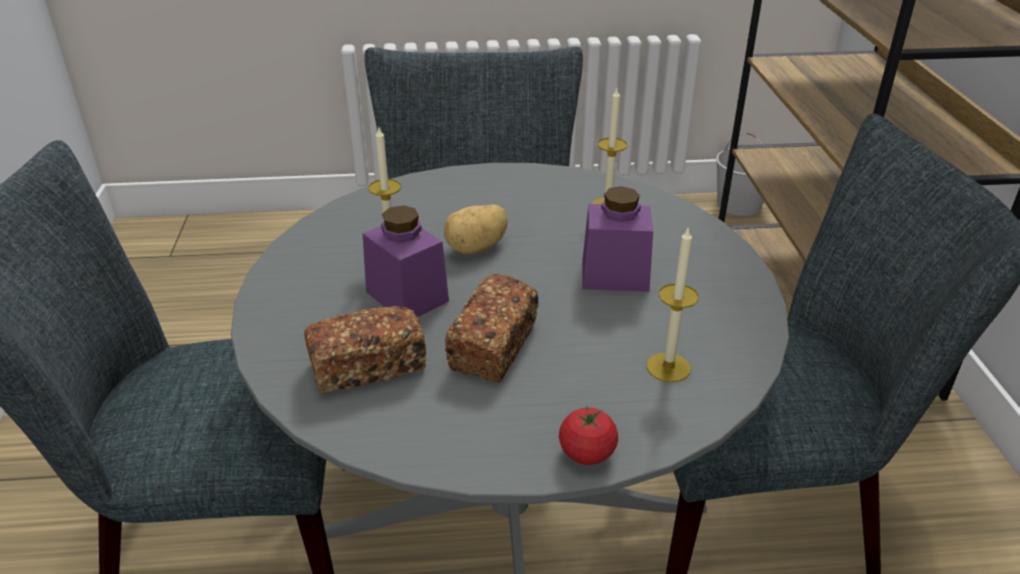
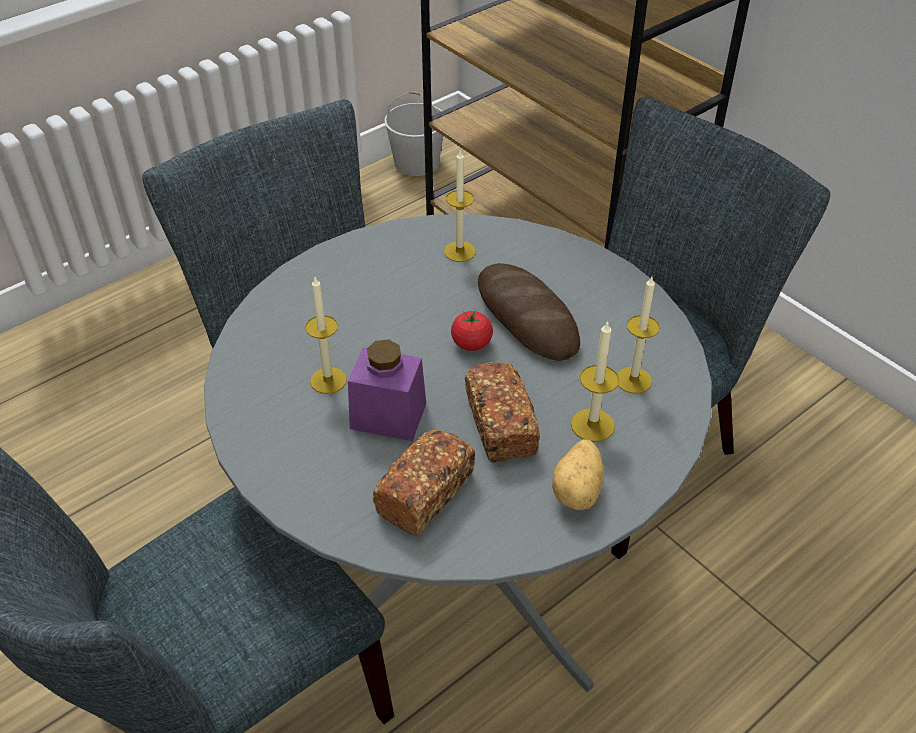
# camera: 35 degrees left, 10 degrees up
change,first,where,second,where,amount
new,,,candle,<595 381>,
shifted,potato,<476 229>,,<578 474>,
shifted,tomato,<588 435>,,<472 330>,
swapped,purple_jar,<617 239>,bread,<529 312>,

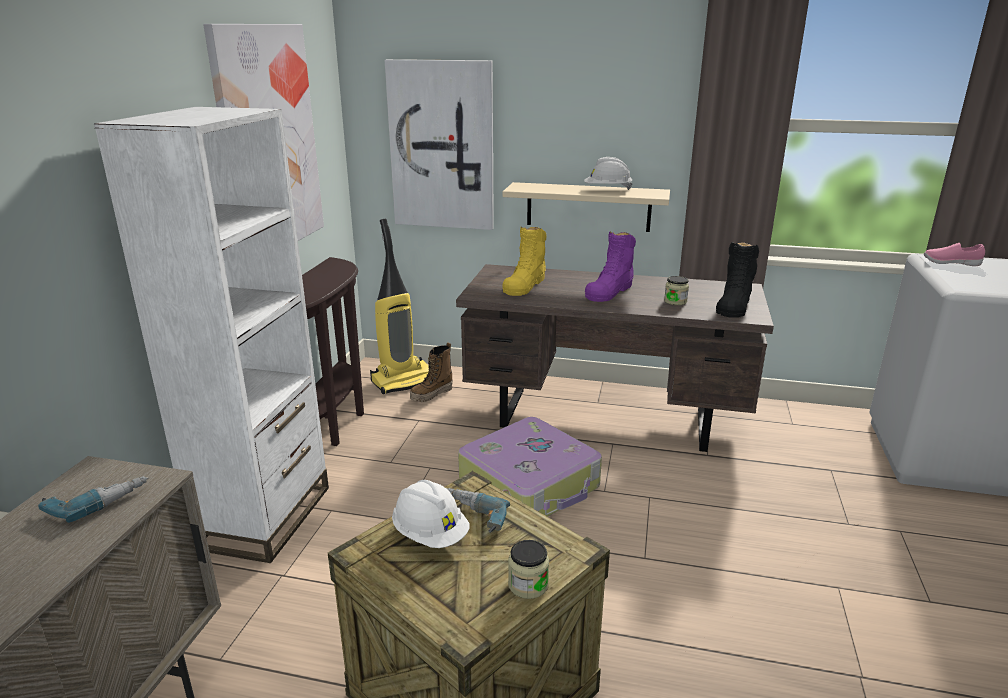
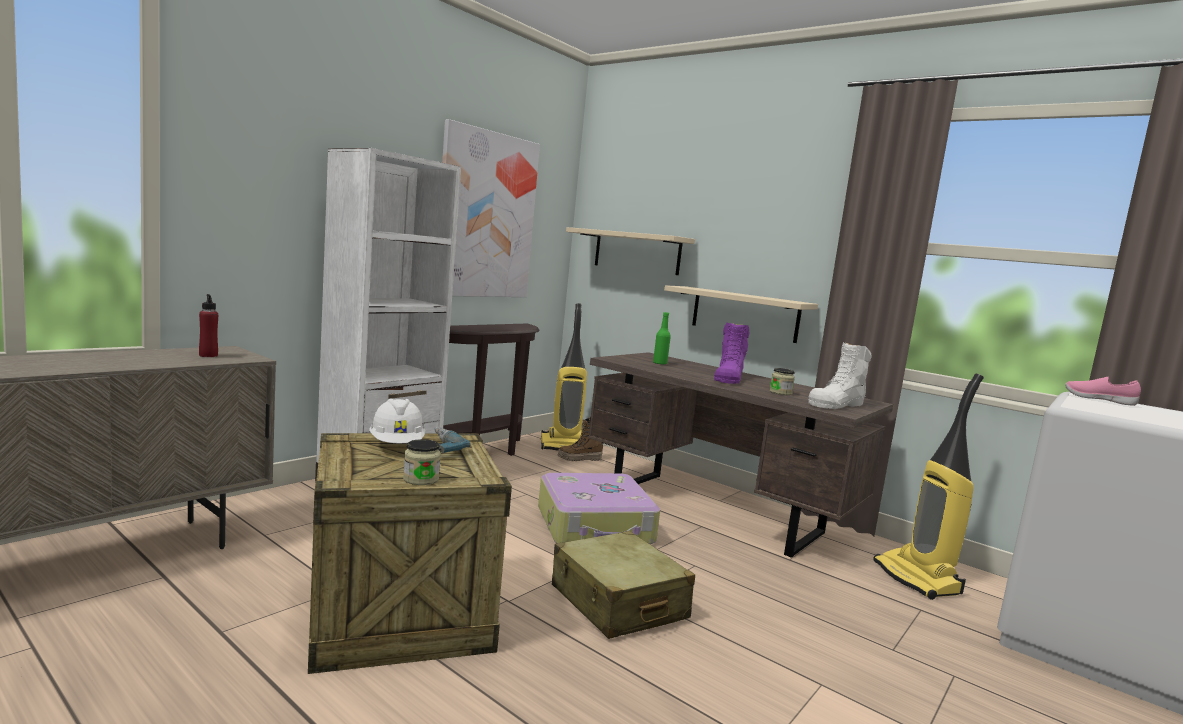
# camera: 25 degrees right, 15 degrees down
change,first,where,second,where,amount
gone,white_hard_hat,<608 173>,,,
new,,,beige_suitcase,<623 585>,
new,,,vacuum_cleaner,<929 487>,
swapped,power_drill,<93 499>,red_bottle,<208 325>,
swapped,picture,<439 144>,beige_shelf,<630 251>,
swapped,yellow_boot,<524 261>,green_bottle,<662 338>,
repainted,black_boot,<737 280>,white_boot,<840 375>,
rotated,purple_boot,<610 266>,,<731 353>,45 degrees counterclockwise

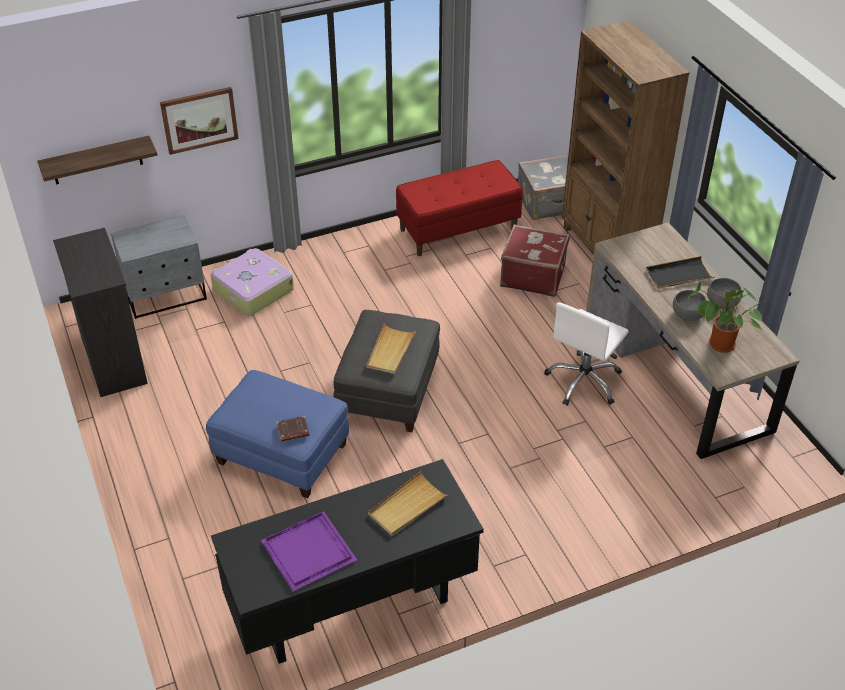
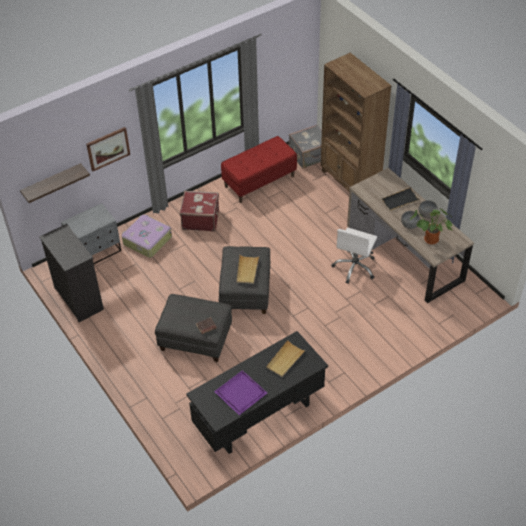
# camera: 10 degrees left, 5 degrees up
change,first,where,second,where,amount
shifted,red_suitcase,<535 260>,,<199 211>,
repainted,blue_ottoman,<277 434>,grey_ottoman,<193 328>,

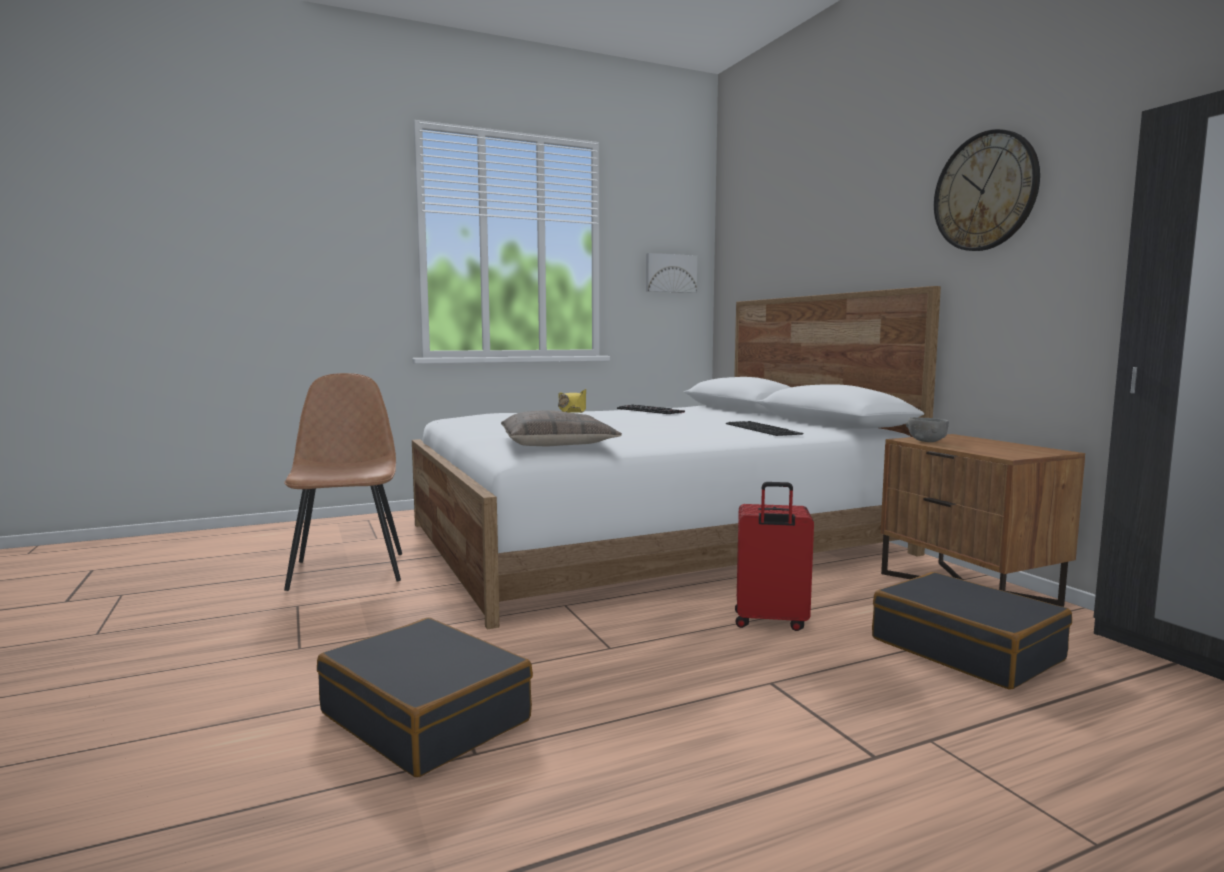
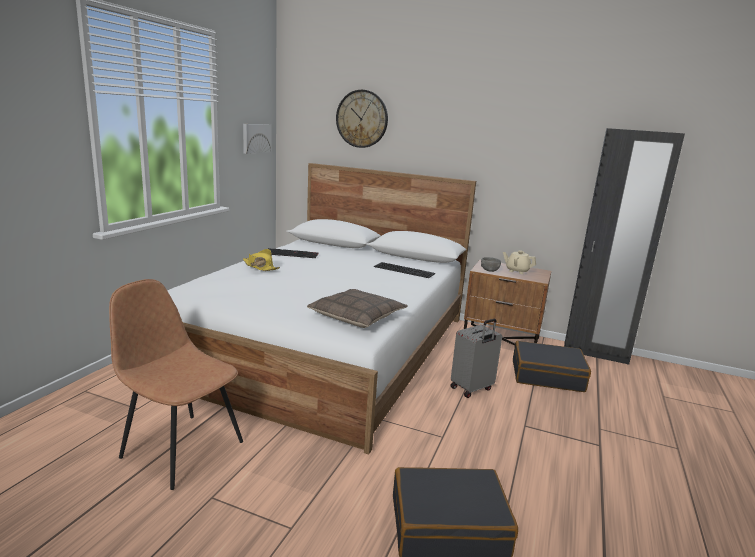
# camera: 45 degrees left, 10 degrees up
change,first,where,second,where,amount
new,,,beige_teapot,<519 262>,
shifted,wall_clock,<987 190>,,<362 119>,
repainted,red_suitcase,<774 556>,grey_suitcase,<476 358>,

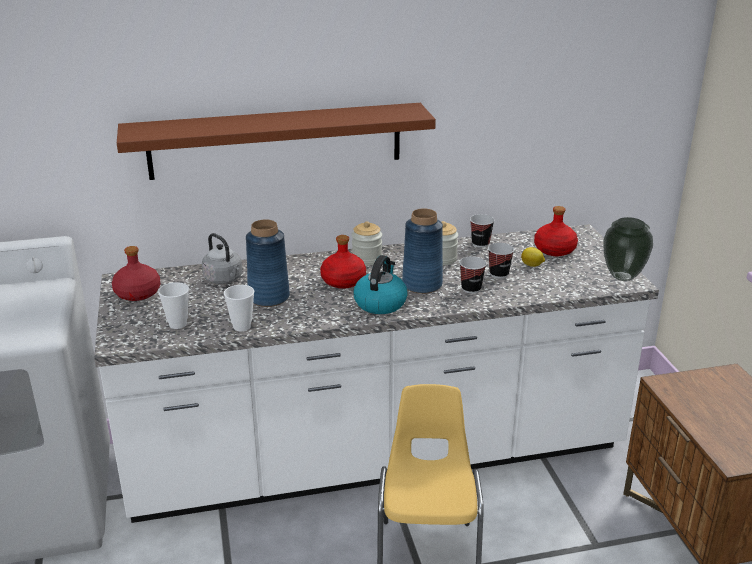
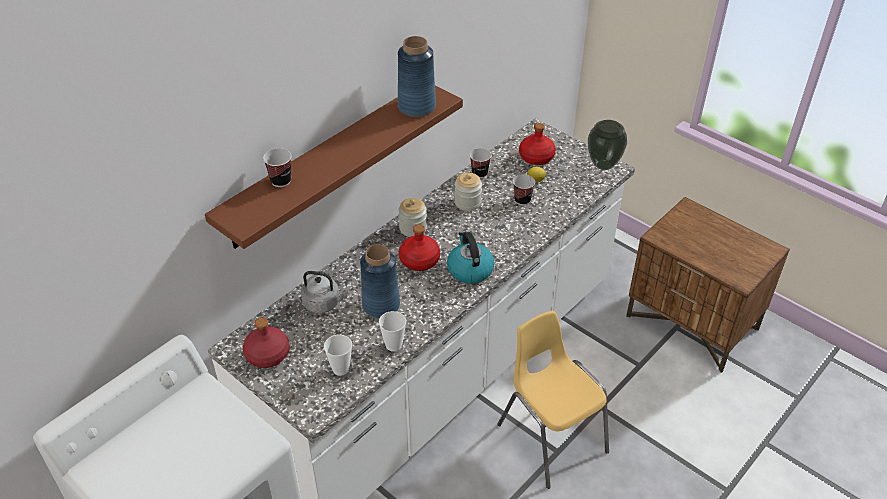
# camera: 35 degrees left, 15 degrees up
change,first,where,second,where,amount
shifted,blue_vase,<422 251>,,<417 76>,
shifted,cup,<473 275>,,<277 167>,

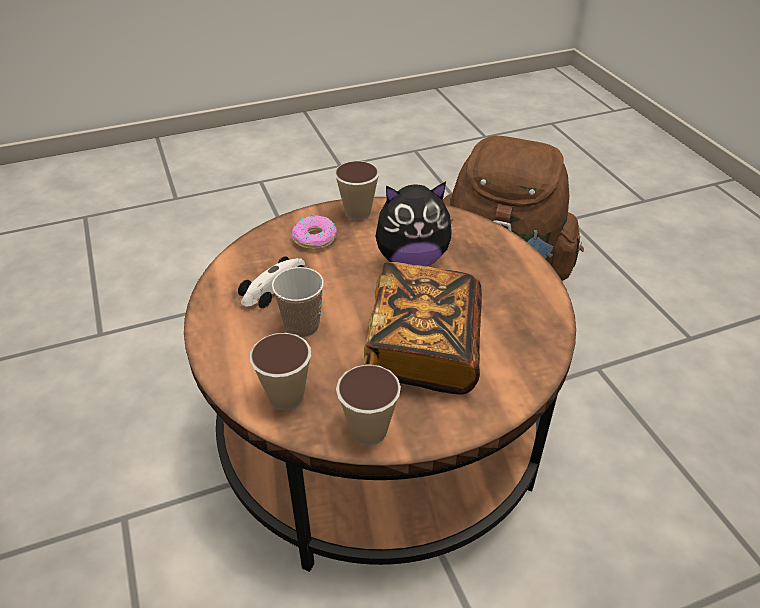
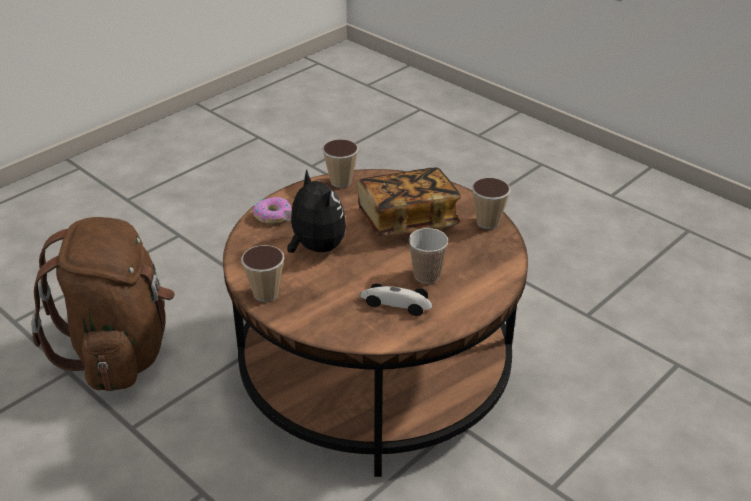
# camera: 115 degrees left, 5 degrees down
change,first,where,second,where,amount
shifted,cup,<280 371>,,<340 163>,
shifted,donut,<314 232>,,<272 210>,

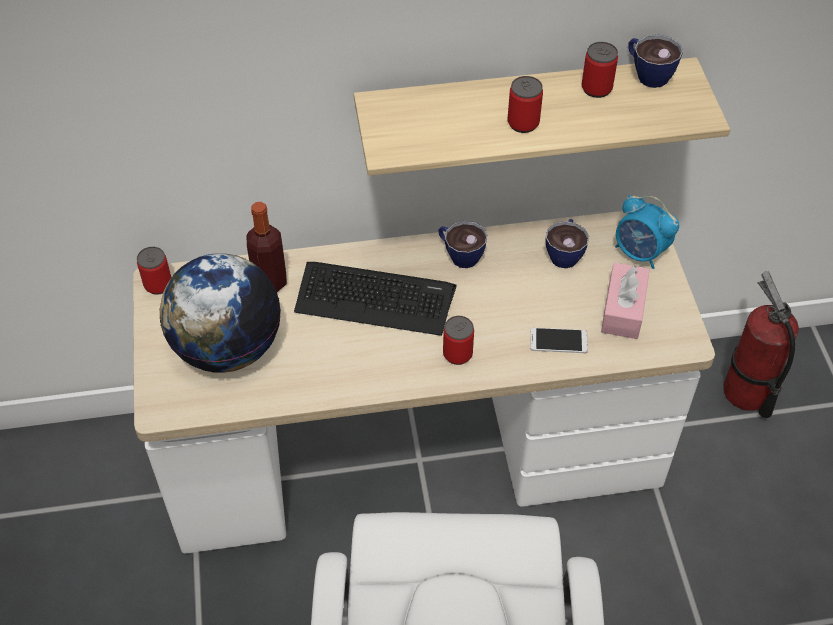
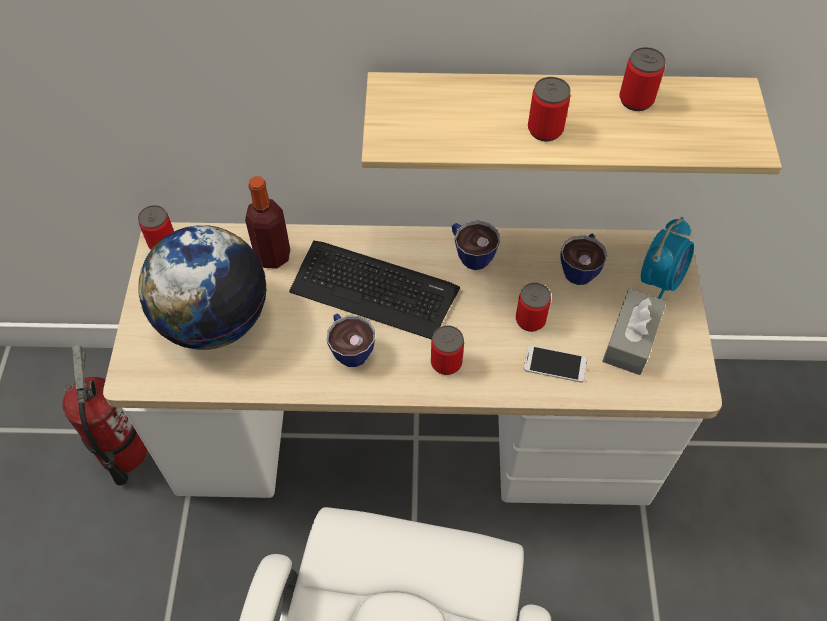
# camera: 10 degrees right, 5 degrees up
change,first,where,second,where,amount
new,,,can,<533 307>,
shifted,cup,<655 61>,,<351 340>,
shifted,fire_extinguisher,<761 344>,,<105 415>,
repainted,pink_tissue_box,<625 301>,grey_tissue_box,<634 332>,
rotated,alarm_clock,<647 232>,,<667 258>,105 degrees counterclockwise

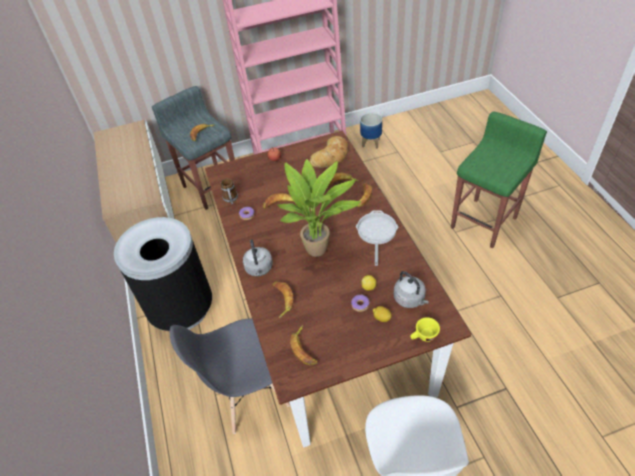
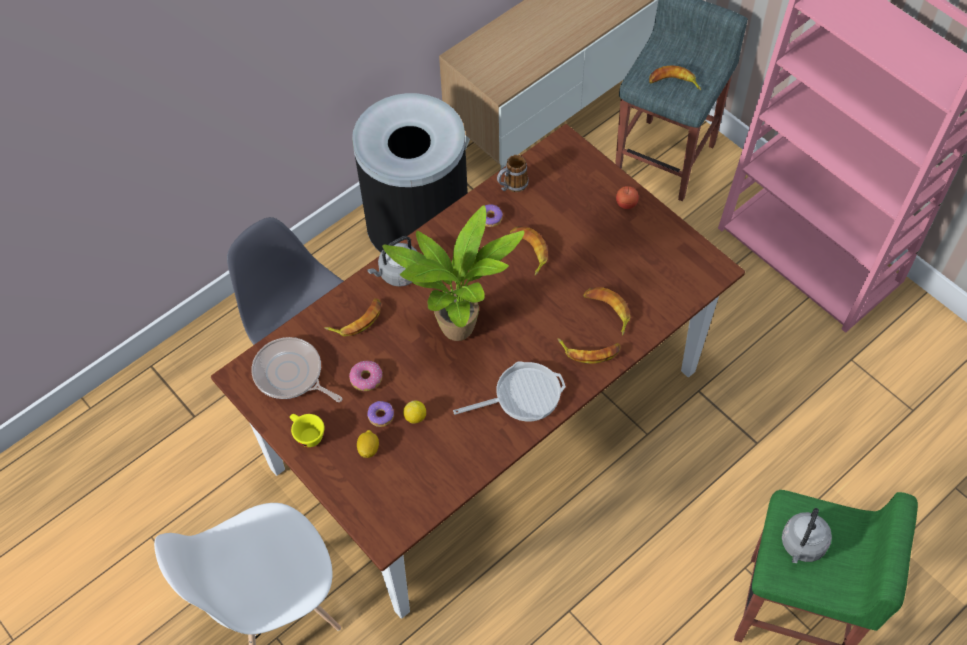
# camera: 65 degrees right, 10 degrees up
change,first,where,second,where,amount
gone,bread,<329 152>,,,
gone,planter,<371 130>,,,
new,,,donut,<365 376>,
shifted,grey_kettle,<411 289>,,<807 535>,
shifted,yellow_cup,<425 329>,,<307 430>,
swapped,banana,<304 345>,frying_pan,<296 369>,

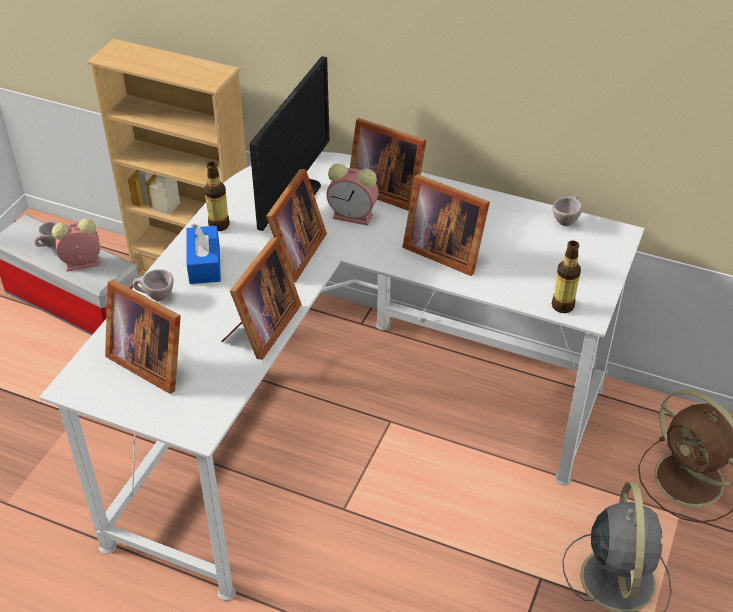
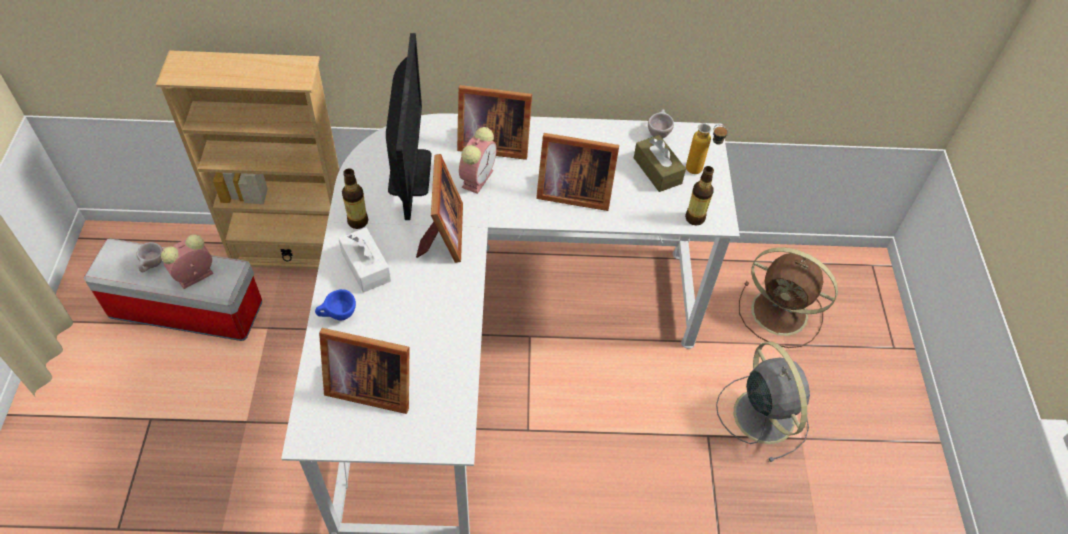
# camera: 25 degrees left, 10 degrees up
change,first,where,second,where,amount
gone,picture_frame,<262 298>,,,
new,,,brown_tissue_box,<660 163>,
new,,,bottle,<707 149>,
repainted,beige_cup,<153 285>,blue_cup,<335 304>,
repainted,blue_tissue_box,<203 254>,white_tissue_box,<364 260>,
rotated,alarm_clock,<352 195>,,<478 160>,60 degrees counterclockwise

